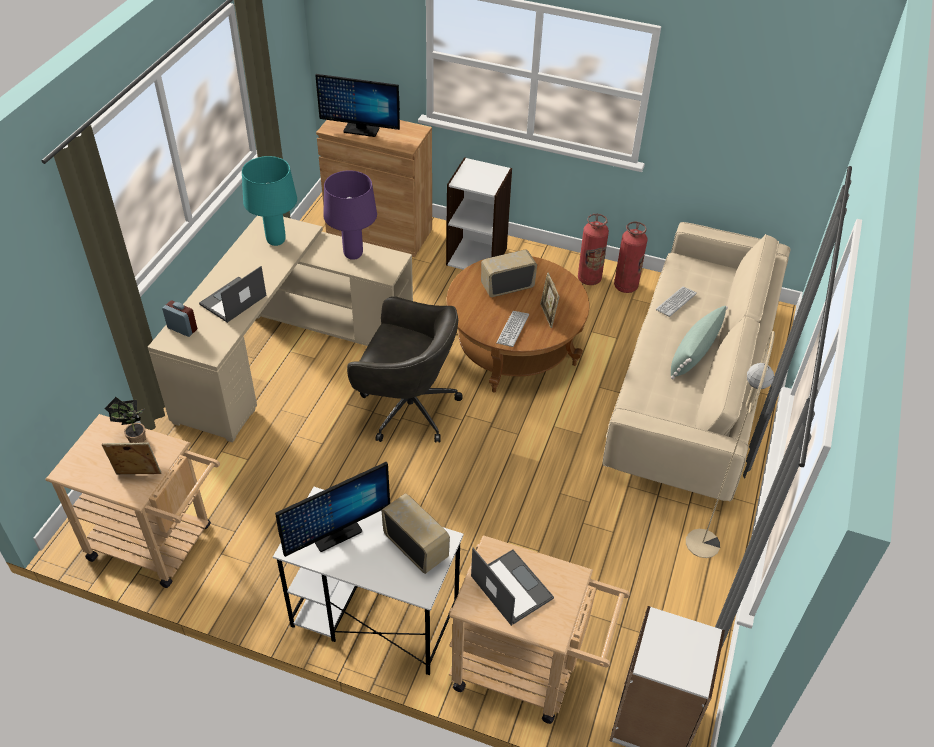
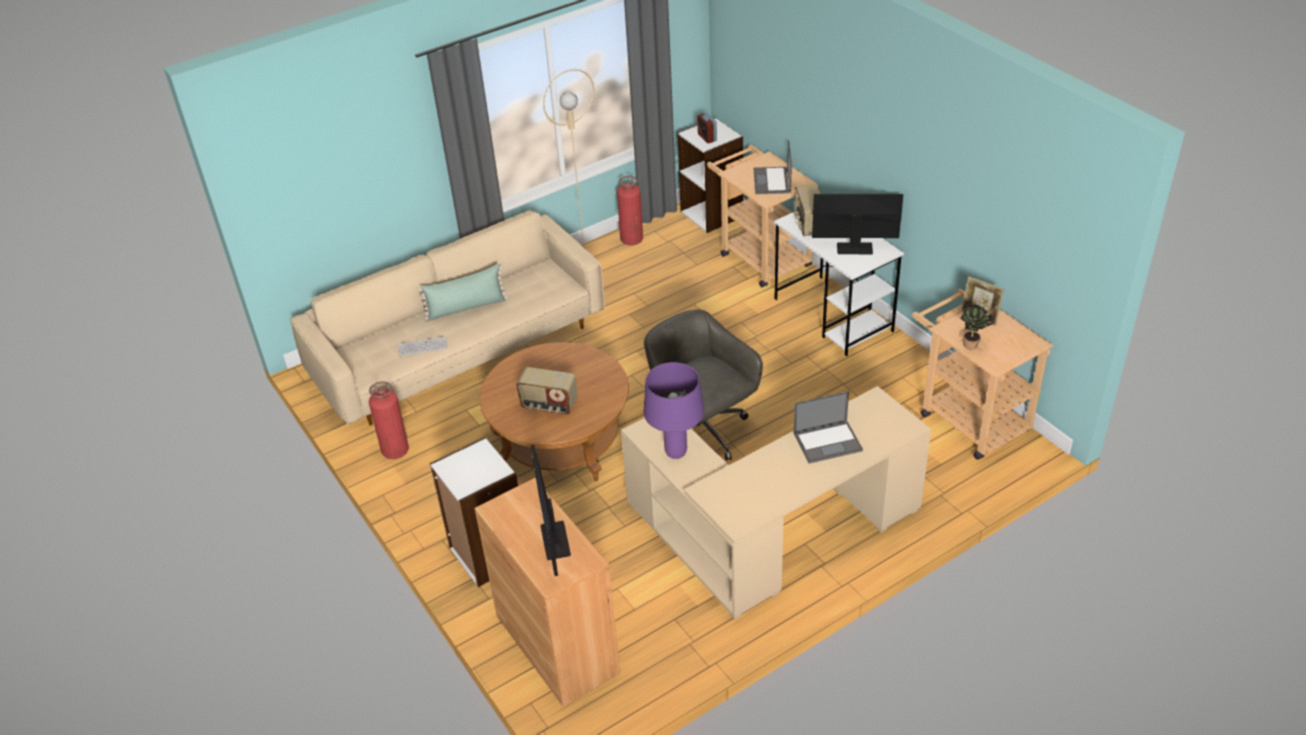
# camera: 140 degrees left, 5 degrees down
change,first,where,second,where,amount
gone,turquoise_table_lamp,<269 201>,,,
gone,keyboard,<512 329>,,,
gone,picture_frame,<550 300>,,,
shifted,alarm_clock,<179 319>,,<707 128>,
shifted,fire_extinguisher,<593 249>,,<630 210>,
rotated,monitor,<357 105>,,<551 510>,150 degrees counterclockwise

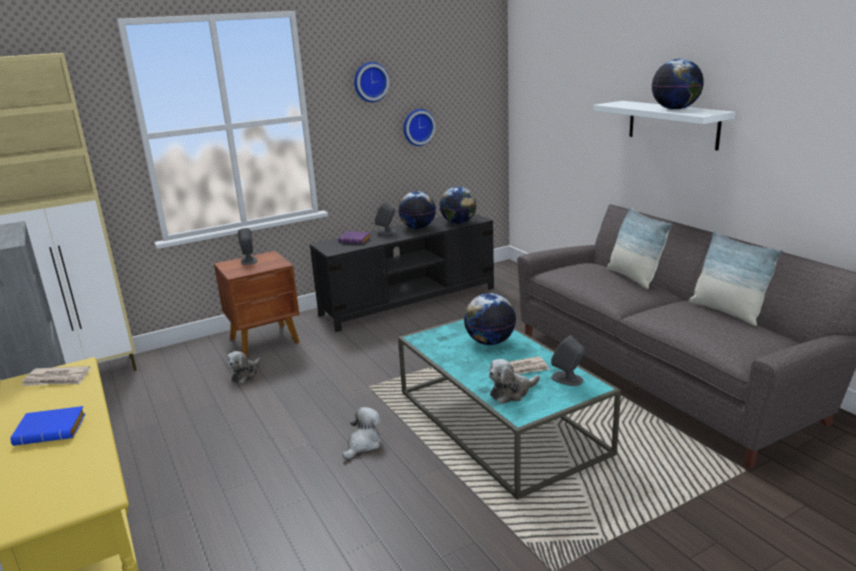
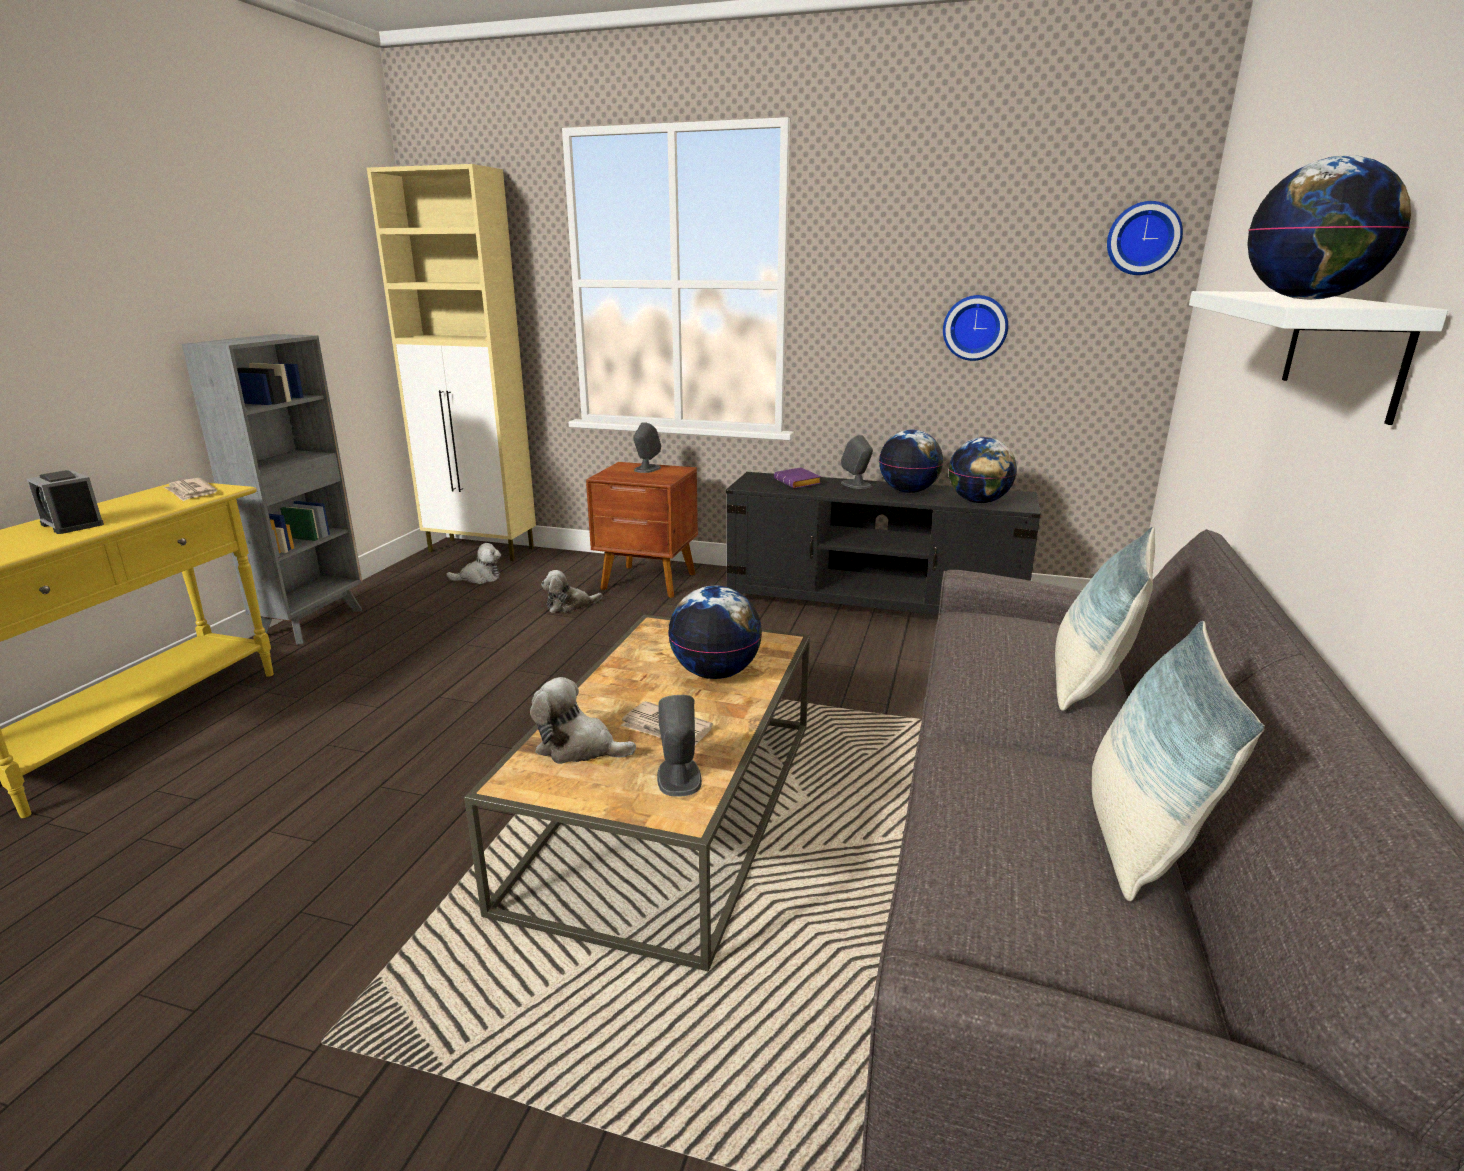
# camera: 45 degrees right, 0 degrees up
change,first,where,second,where,amount
shifted,plush_toy,<362 433>,,<473 563>,
shifted,wall_clock,<372 82>,,<1145 238>,
swapped,blue_book,<48 426>,alarm_clock,<65 502>,
repainted,turquoise_coffee_table,<509 409>,brown_coffee_table,<637 793>,

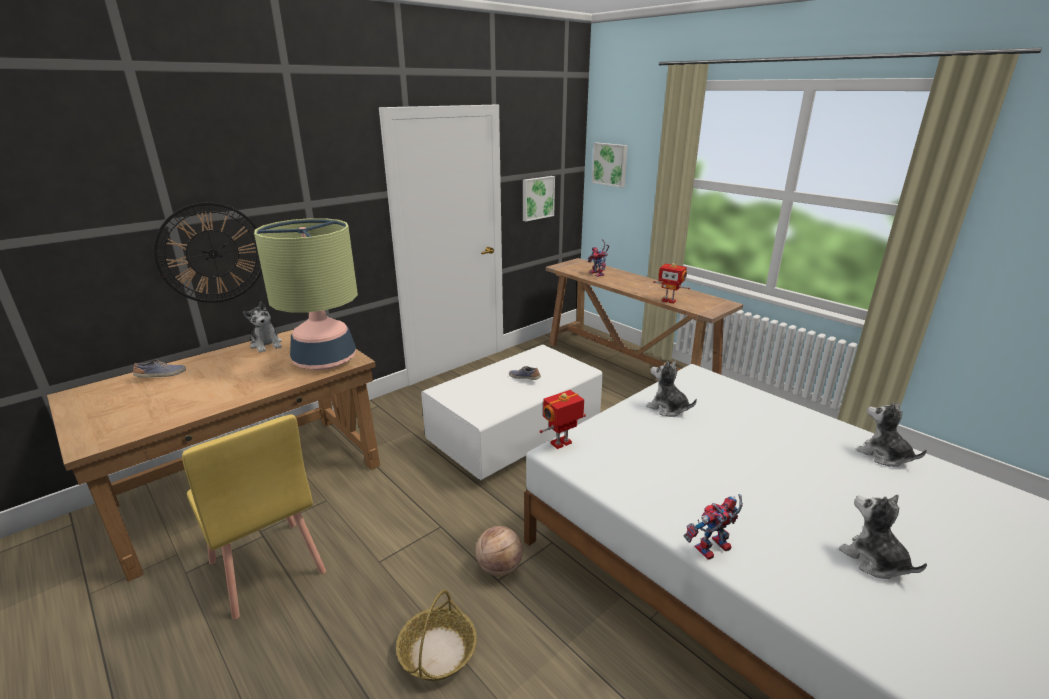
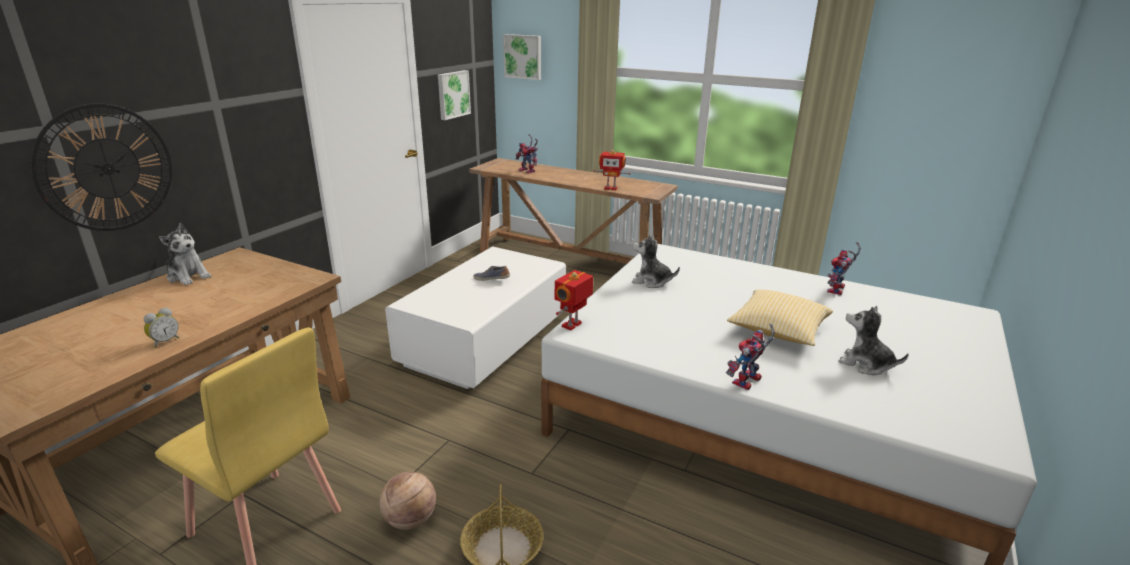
# camera: 20 degrees left, 0 degrees up
change,first,where,second,where,amount
gone,shoe,<159 368>,,,
gone,table_lamp,<306 294>,,,
new,,,alarm_clock,<161 327>,
new,,,pillow,<780 318>,
shifted,basketball,<499 551>,,<407 501>,
swapped,plush_toy,<892 434>,toy_robot,<844 268>,

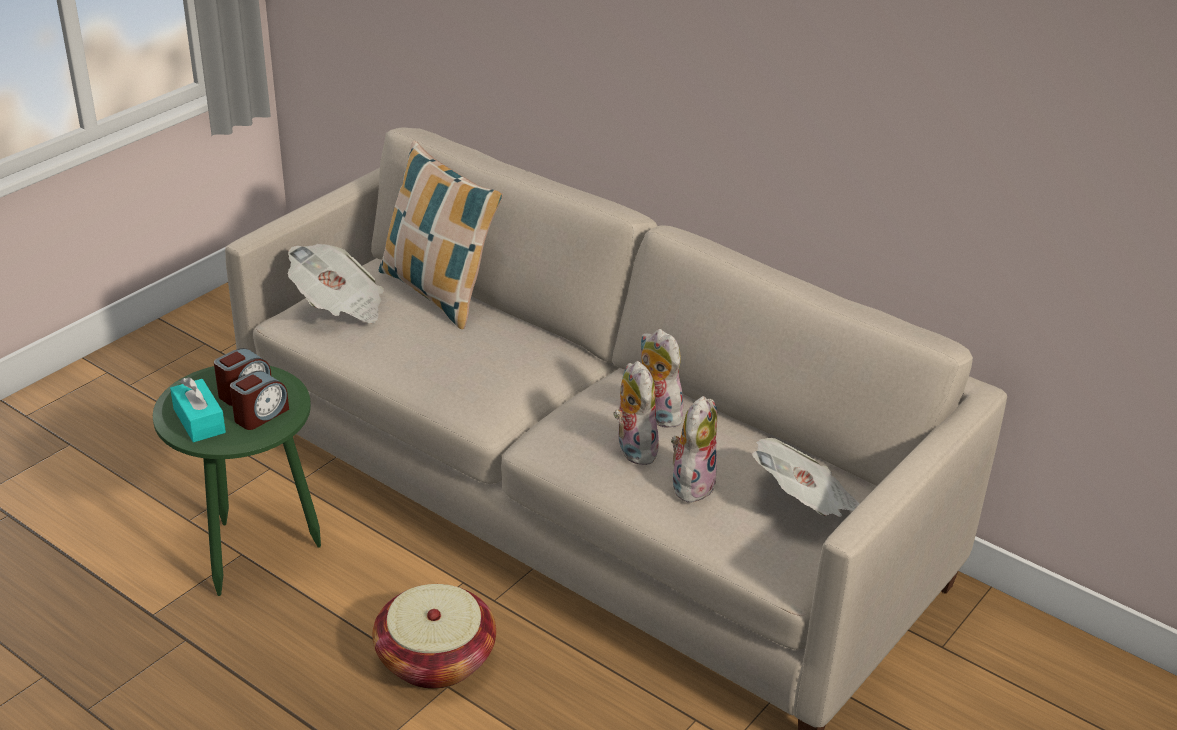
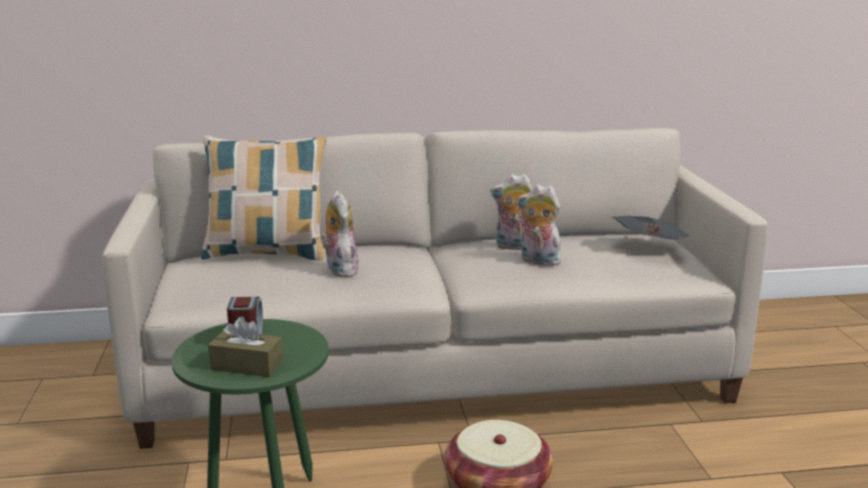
# camera: 45 degrees left, 15 degrees down
change,first,where,second,where,amount
gone,alarm_clock,<259 400>,,,
gone,newspaper,<335 283>,,,
shifted,plush_toy,<694 449>,,<339 234>,
repainted,turquoise_tissue_box,<198 409>,brown_tissue_box,<246 347>,

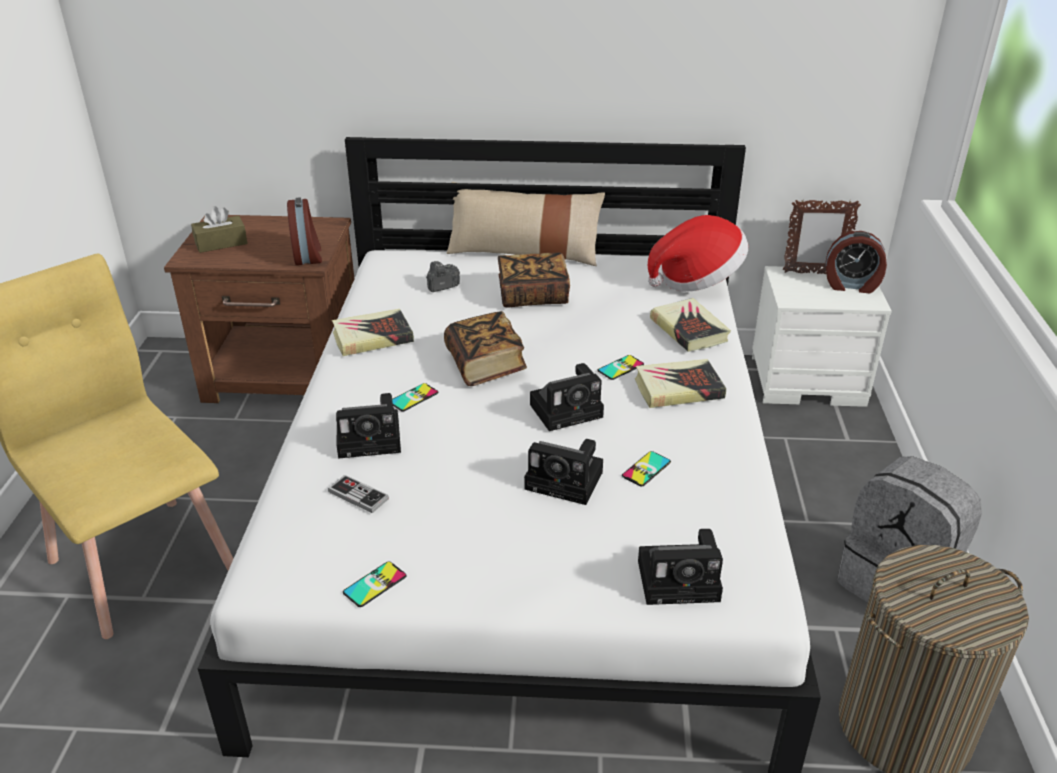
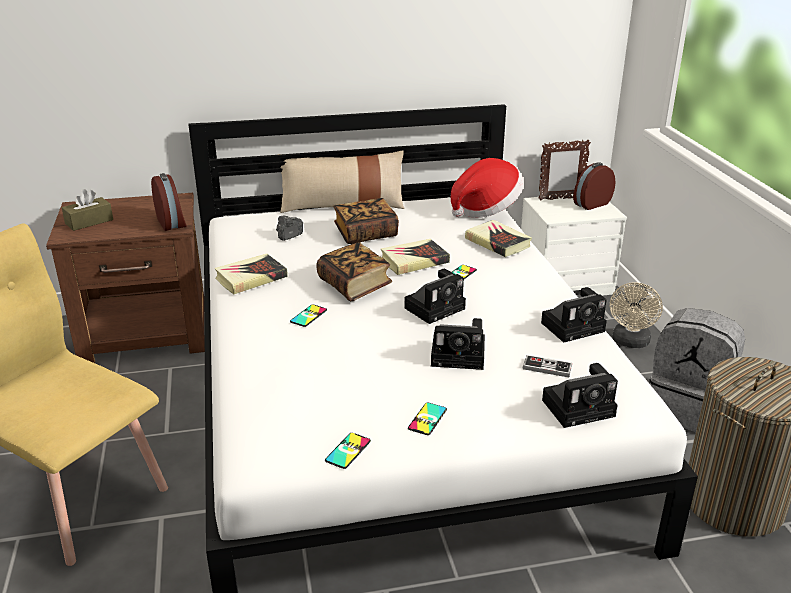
# camera: 15 degrees left, 5 degrees down
change,first,where,second,where,amount
new,,,beige_fan,<636 315>,
shifted,game_controller,<358 494>,,<547 366>,
shifted,photo_camera,<368 426>,,<574 315>,
shifted,phone,<646 468>,,<427 418>,
shifted,book,<680 383>,,<415 257>,
rotated,alarm_clock,<856 262>,,<594 186>,150 degrees clockwise

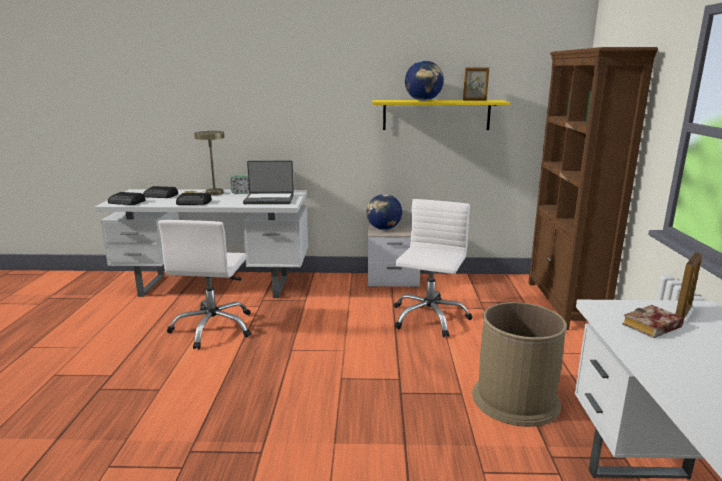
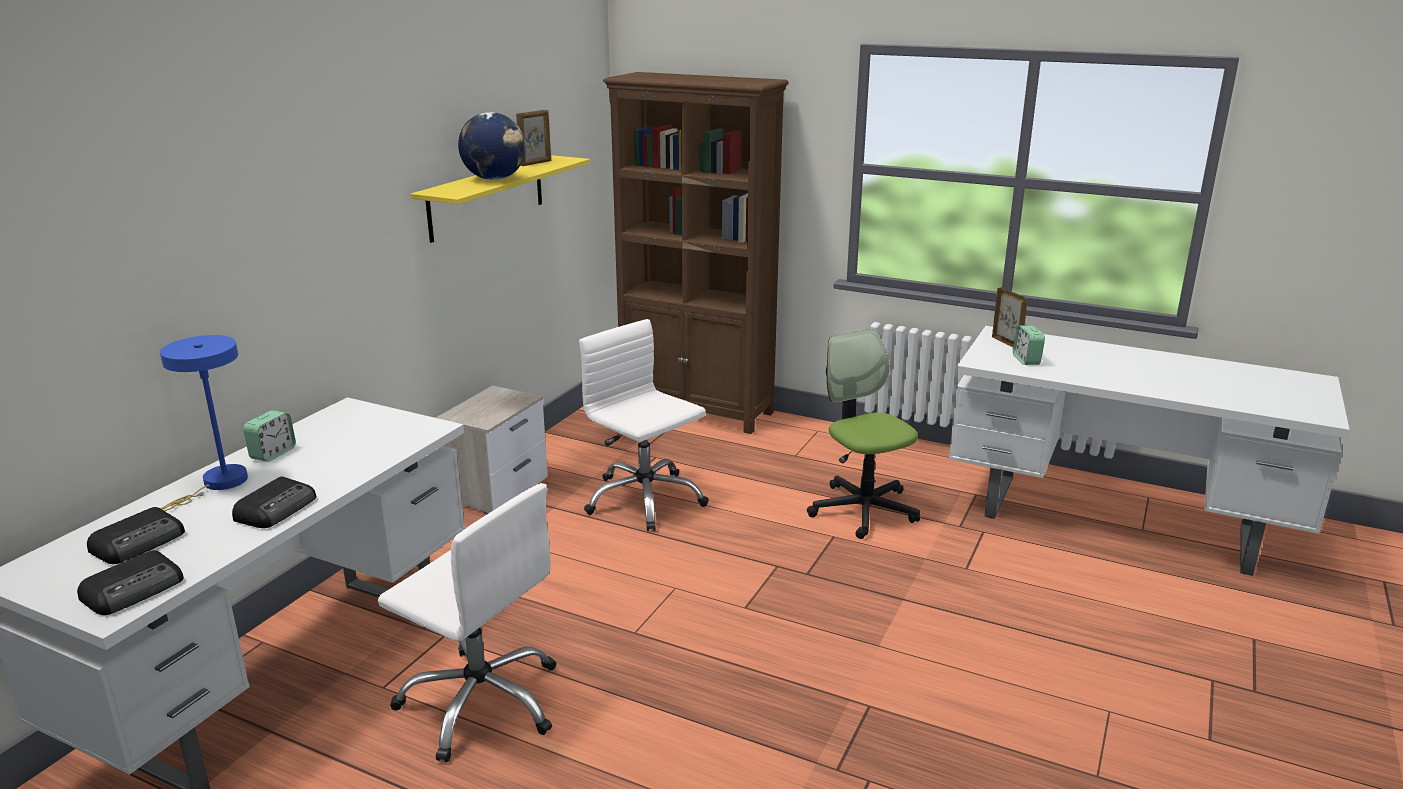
# camera: 65 degrees left, 5 degrees up
change,first,where,second,where,amount
gone,laptop,<268 182>,,,
gone,globe,<384 212>,,,
swapped,brown_trash_can,<519 364>,office_chair,<863 434>,
swapped,book,<653 321>,alarm_clock,<1029 345>,
repainted,beige_table_lamp,<204 163>,blue_table_lamp,<204 423>,

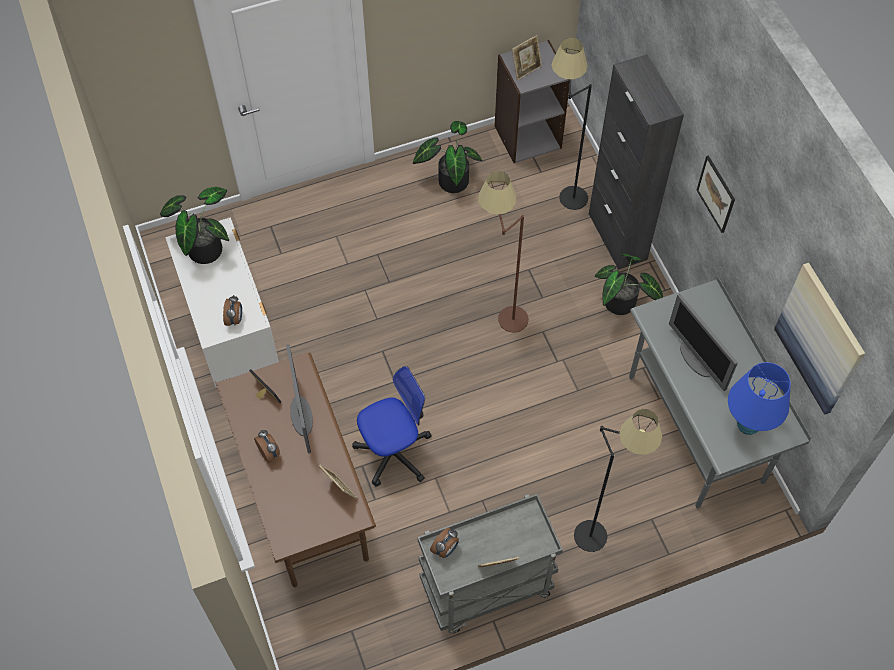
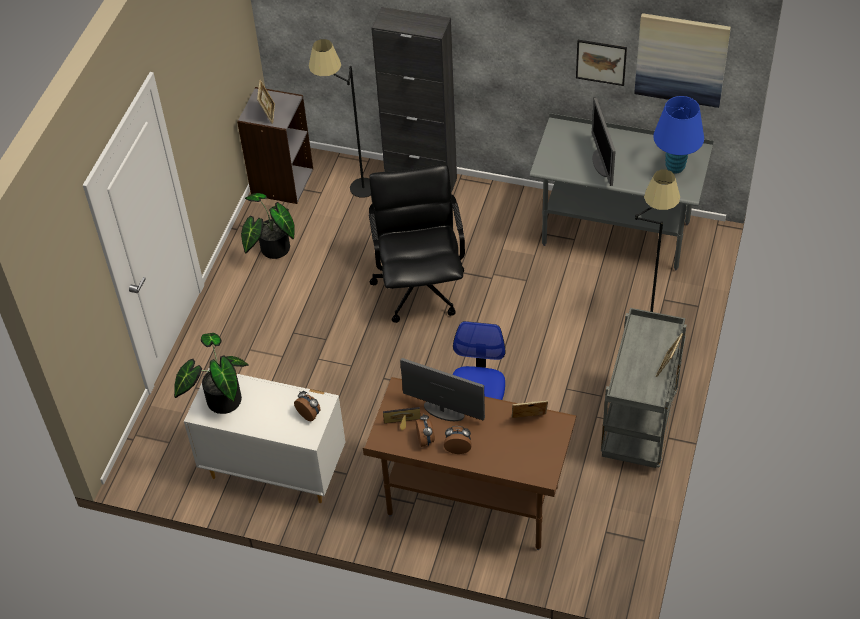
# camera: 50 degrees left, 10 degrees down
change,first,where,second,where,amount
gone,potted_plant,<629 284>,,,
shifted,alarm_clock,<444 543>,,<425 430>,
shifted,picture,<716 194>,,<601 63>,
swapped,brown_floor_lamp,<503 252>,black_office_chair,<417 243>,
rotated,monitor,<703 342>,,<603 141>,75 degrees clockwise

